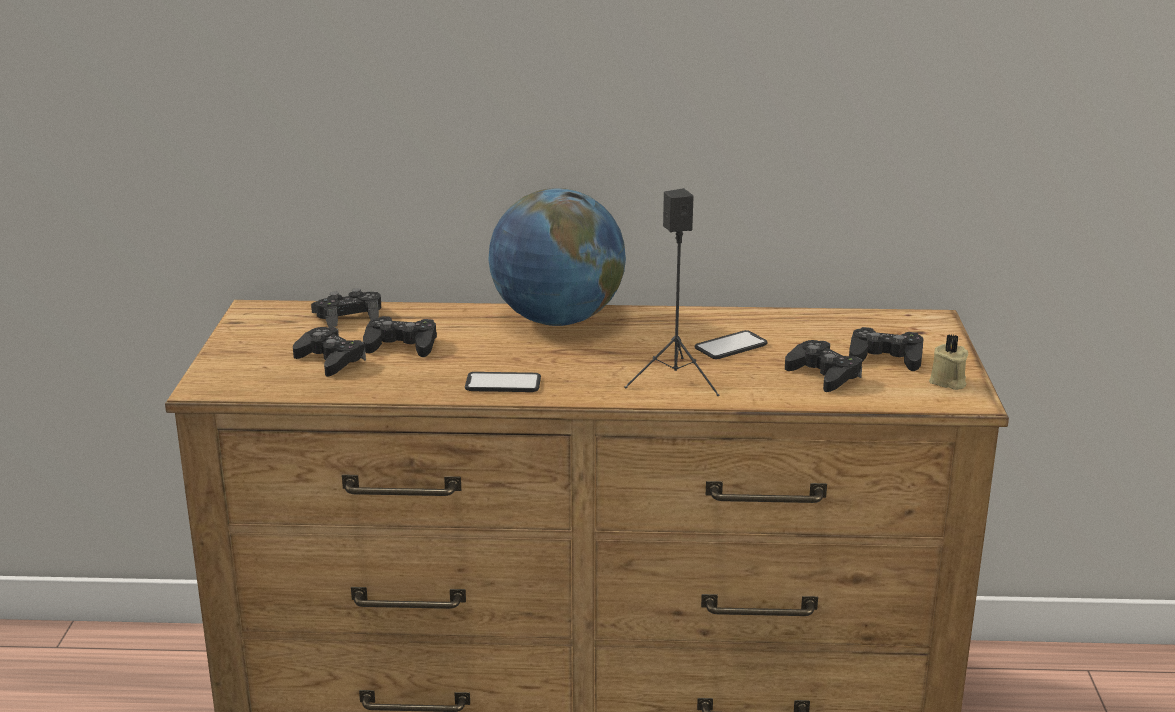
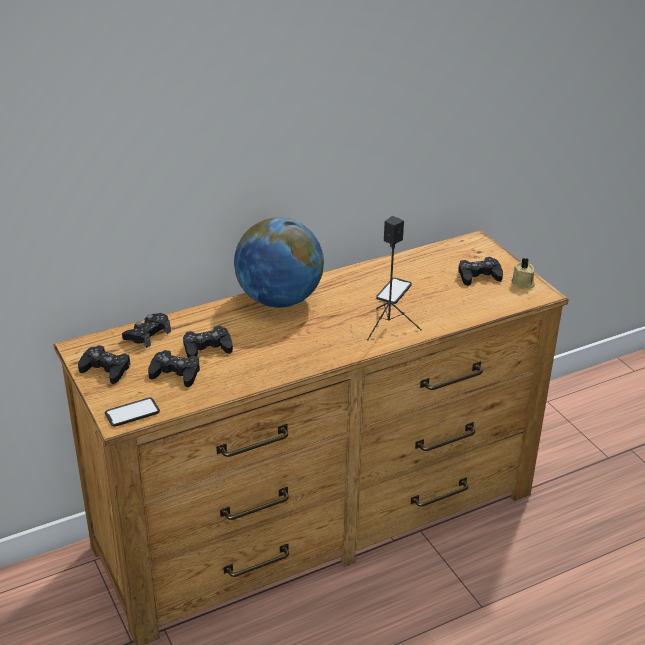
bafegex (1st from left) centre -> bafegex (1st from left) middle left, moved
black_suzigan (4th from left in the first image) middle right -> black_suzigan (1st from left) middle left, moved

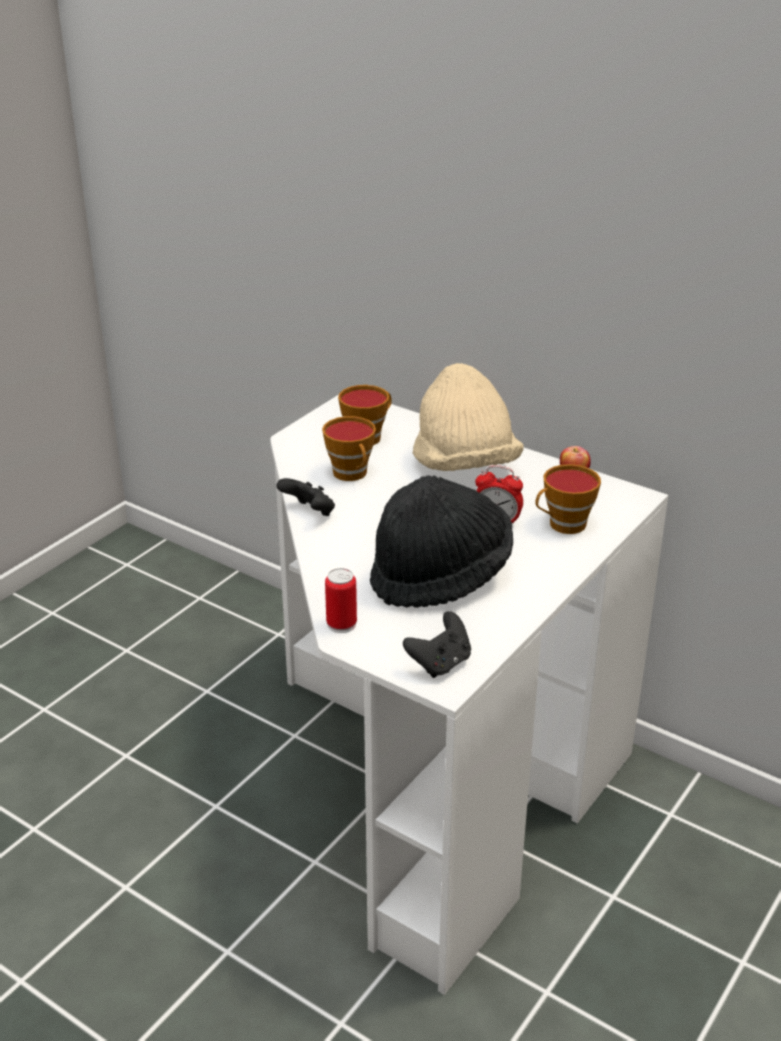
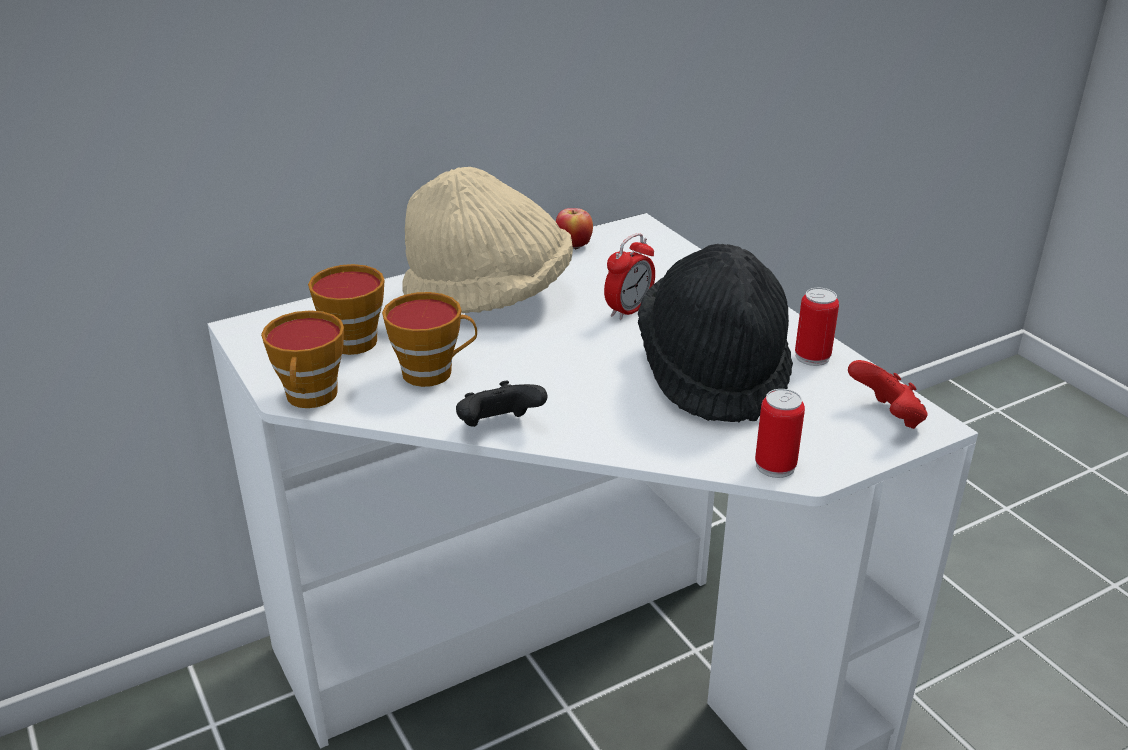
black_suzigan (2nd from left) centre -> red_suzigan middle right
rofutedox (3rd from left in the first image) middle right -> rofutedox (1st from left) middle left, moved
none -> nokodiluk (2nd from left) middle right

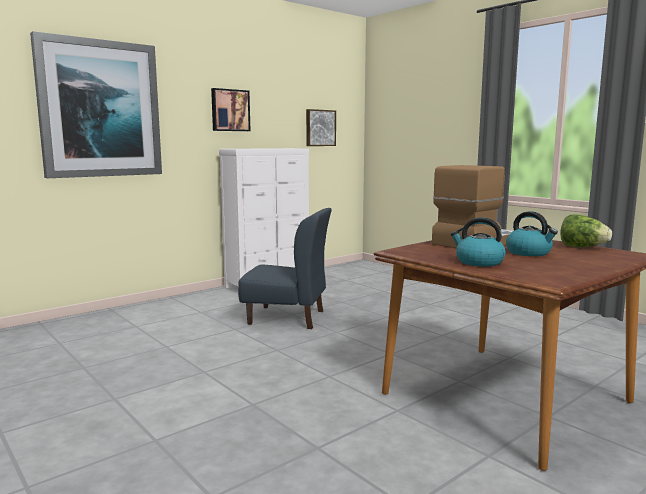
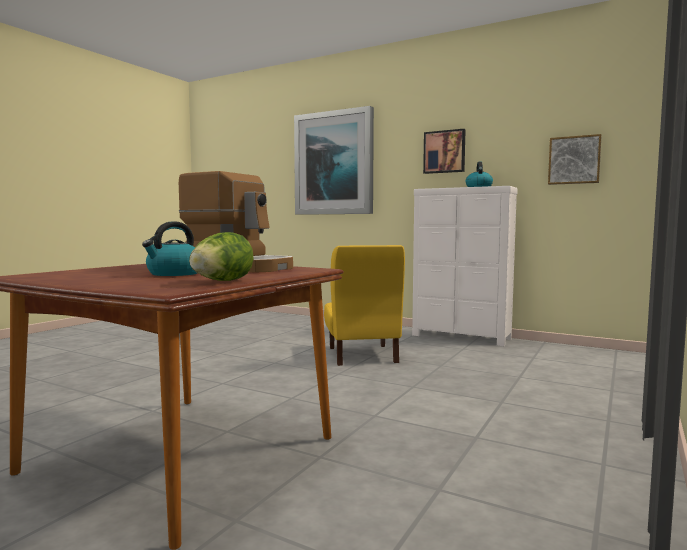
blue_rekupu centre -> yellow_rekupu centre
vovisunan (1st from left in the first image) middle right -> vovisunan (2nd from left) top right, moved

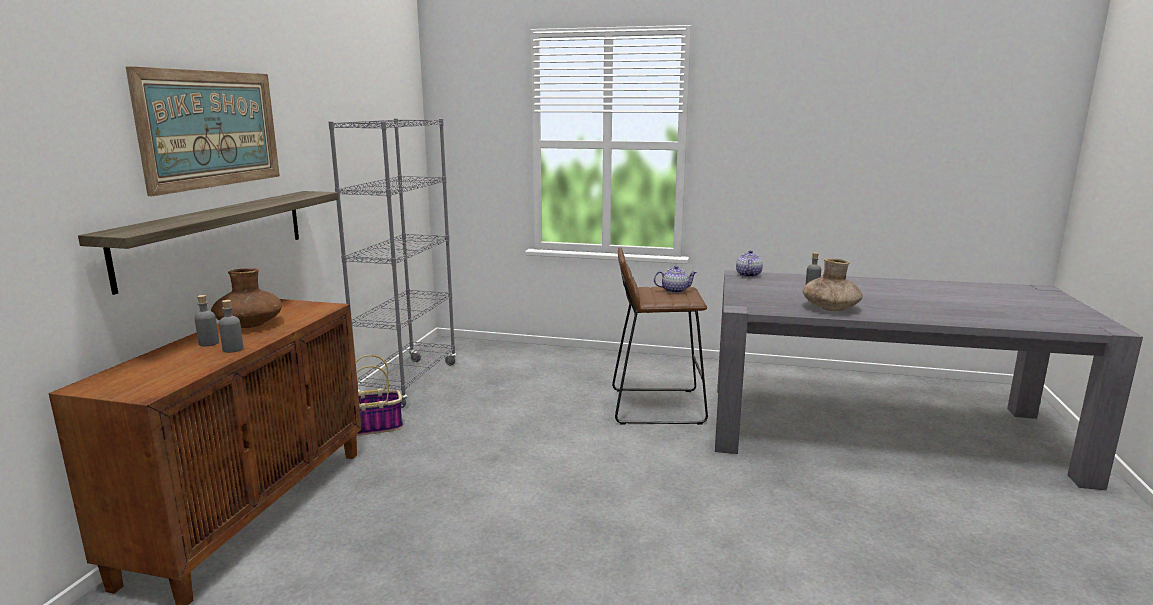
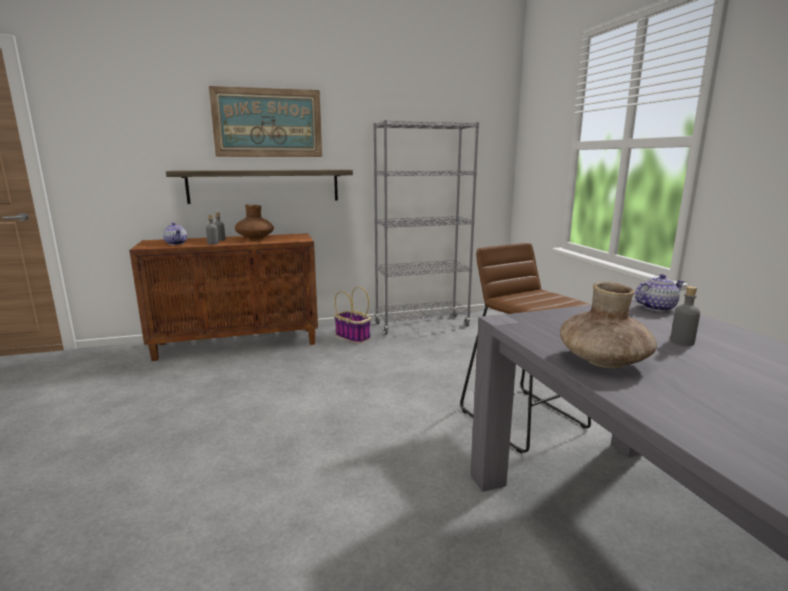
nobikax (1st from left) centre -> nobikax (1st from left) middle left, moved

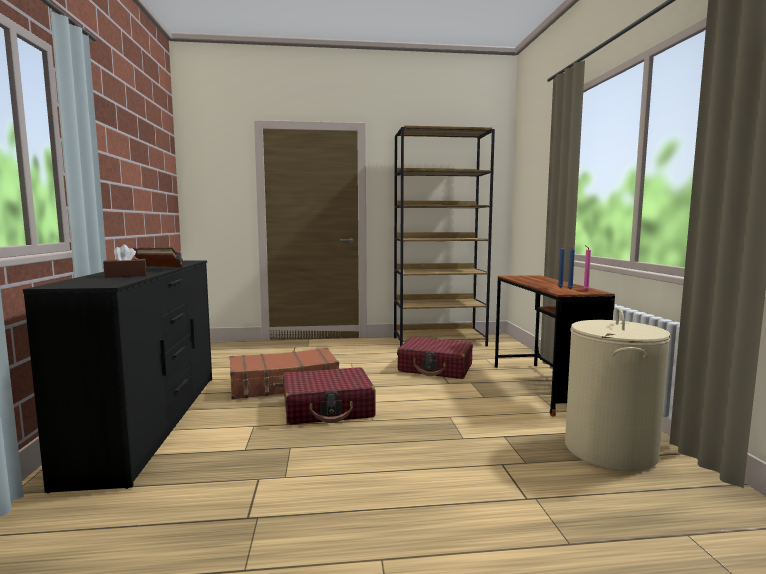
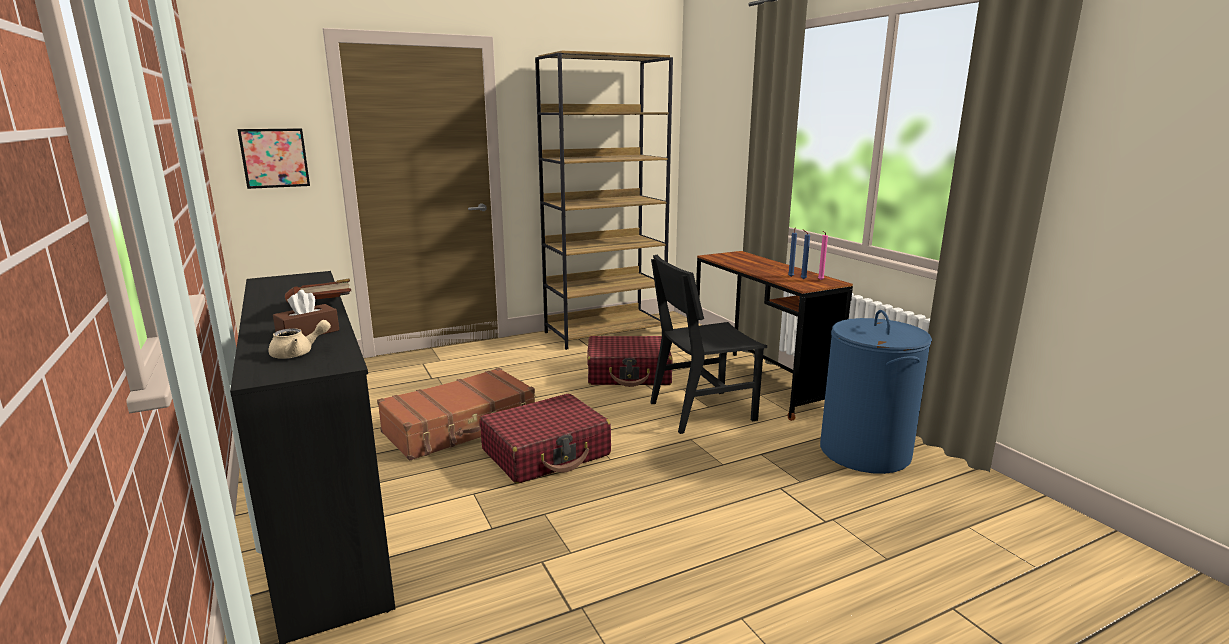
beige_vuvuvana bottom right -> blue_vuvuvana middle right
none -> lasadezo top left
none -> beige_nobikax middle left
none -> black_rekupu centre

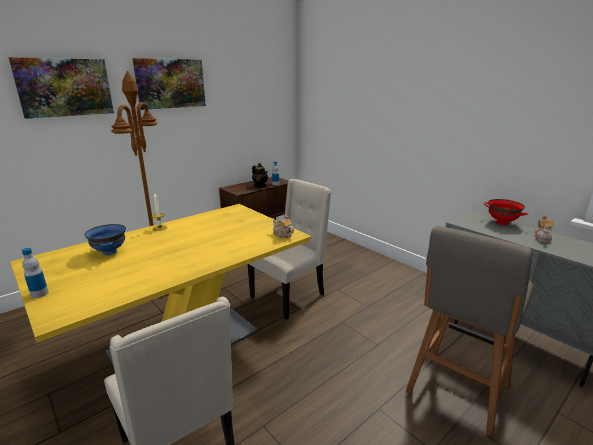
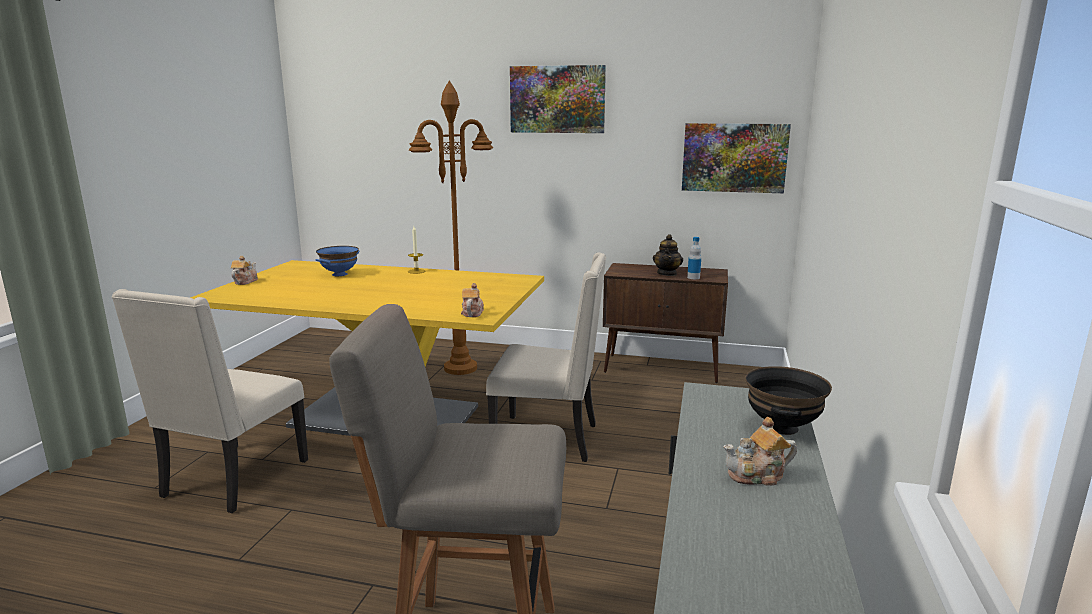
lasadezo (1st from left in the first image) top left -> lasadezo (2nd from left) top right, moved
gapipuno (1st from left) middle left -> nobikax (1st from left) middle left
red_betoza middle right -> black_betoza middle right

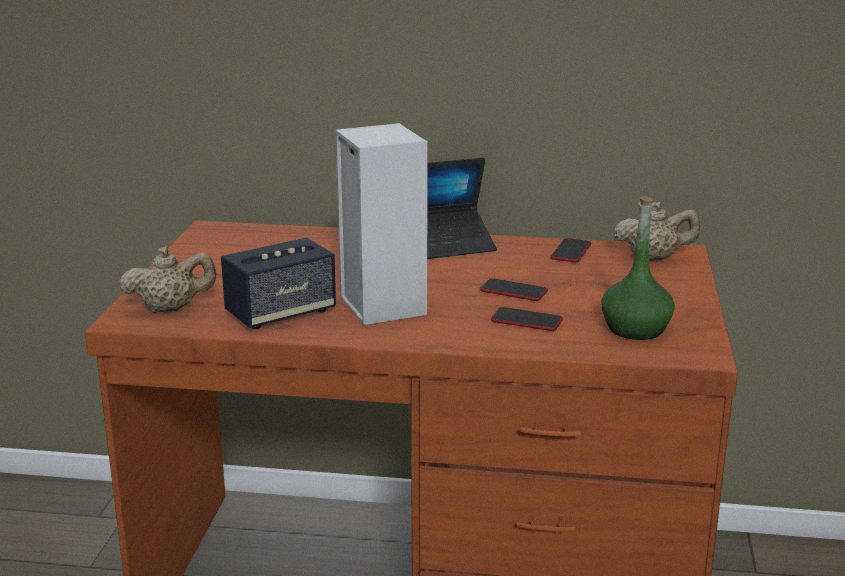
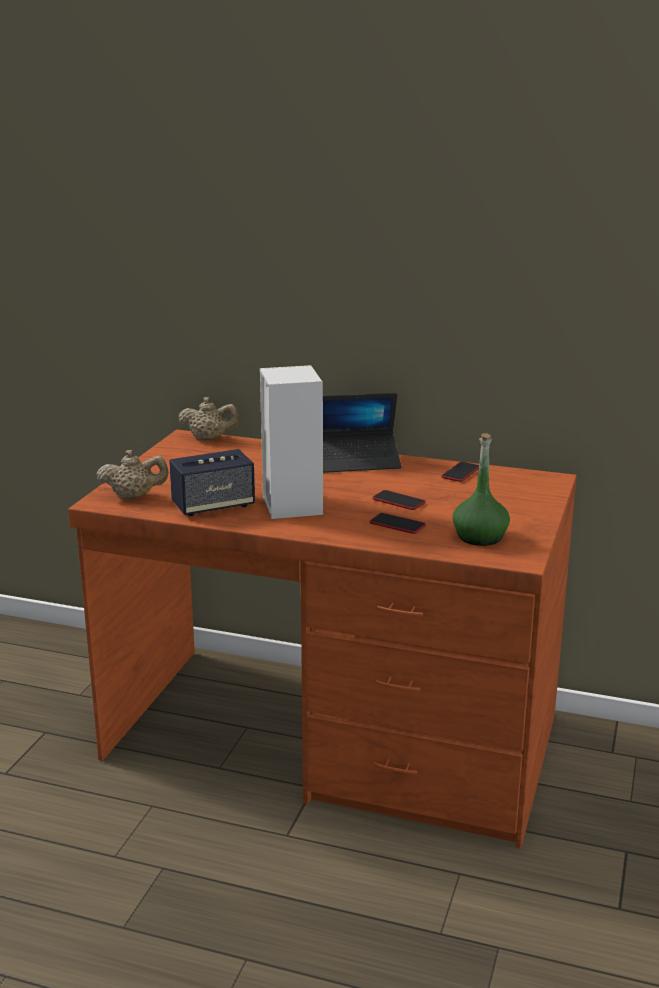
beige_nobikax (2nd from left) middle right -> beige_nobikax (2nd from left) middle left, moved

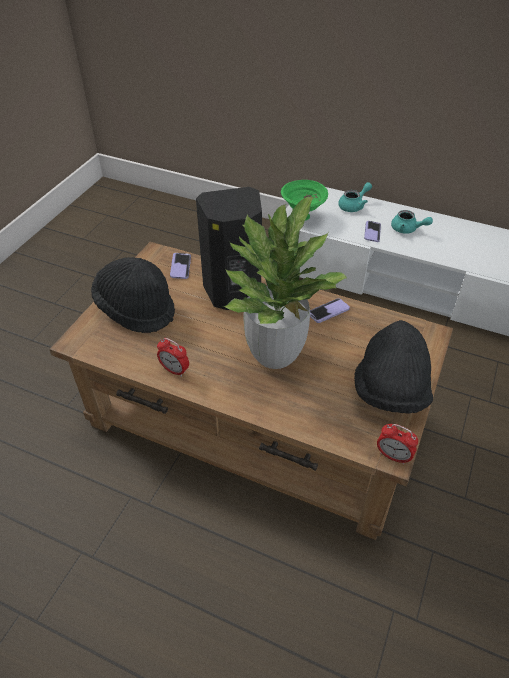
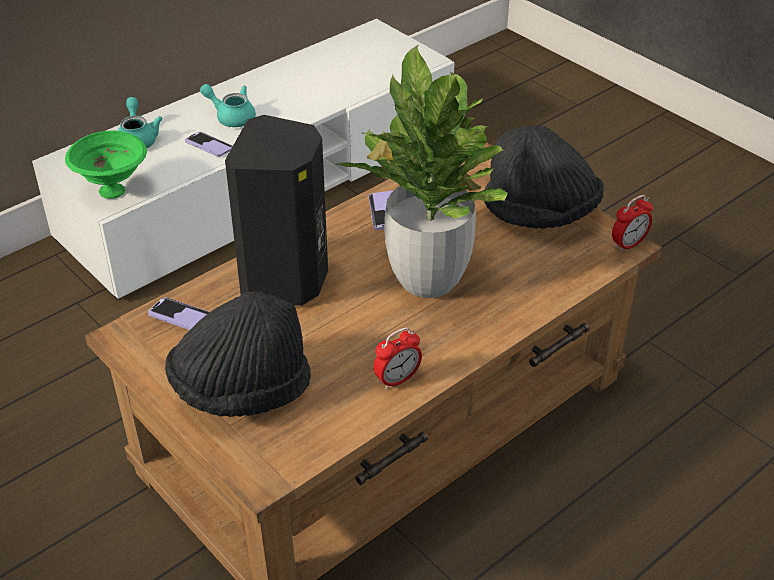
turquoise_nobikax (2nd from left) top right -> turquoise_nobikax (2nd from left) top left, 120 degrees counterclockwise

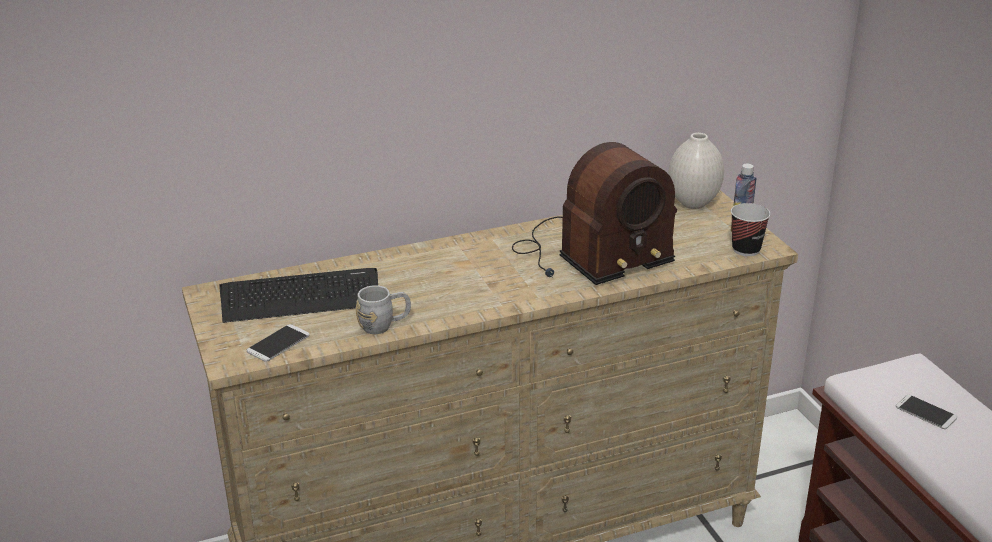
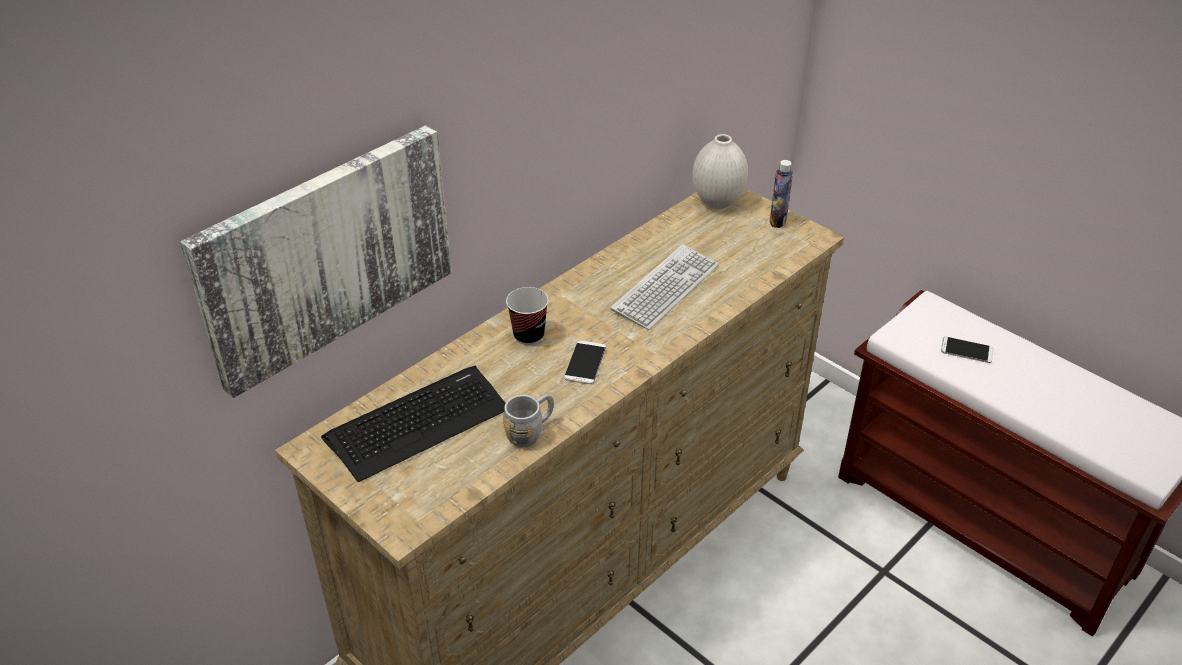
bafegex (1st from left) middle left -> bafegex (1st from left) centre, moved
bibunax centre -> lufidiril (2nd from left) centre
rofutedox middle right -> rofutedox centre, moved
none -> lasadezo middle left

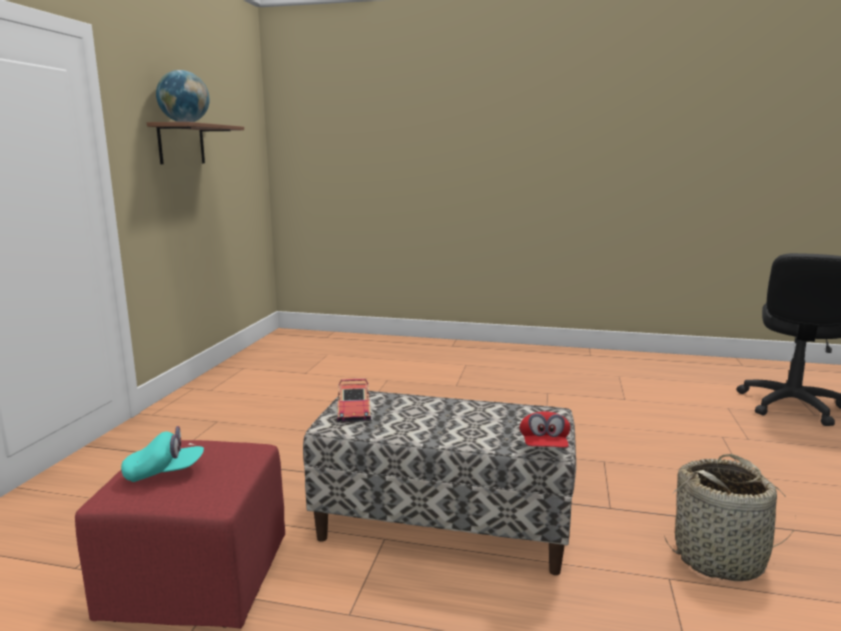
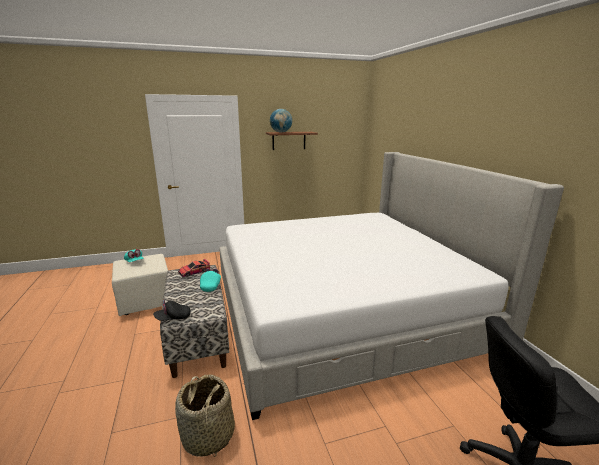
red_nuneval bottom left -> beige_nuneval middle left
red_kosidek bottom centre -> black_kosidek bottom left
none -> turquoise_kosidek (2nd from left) centre
none -> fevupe centre

